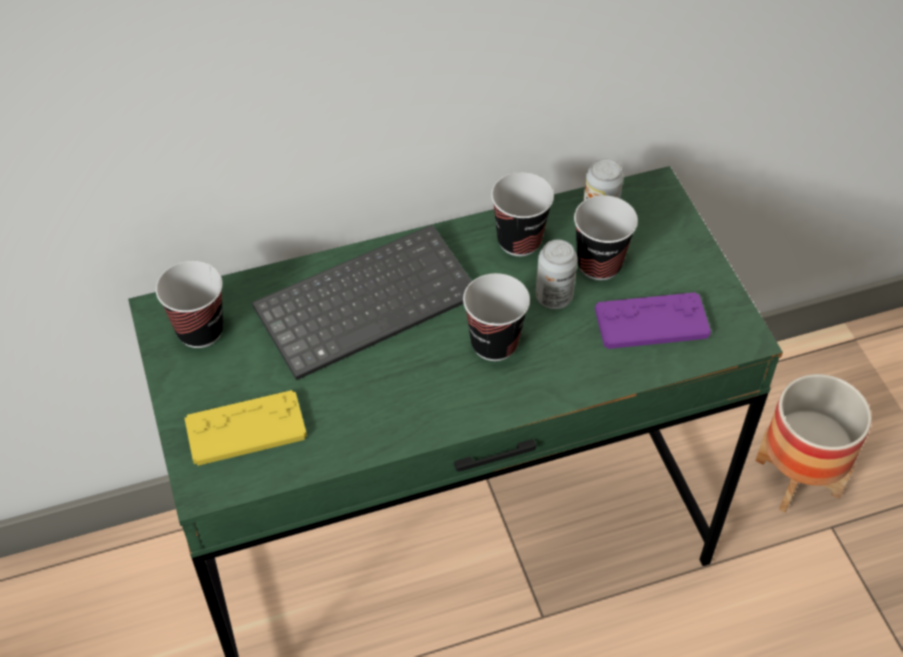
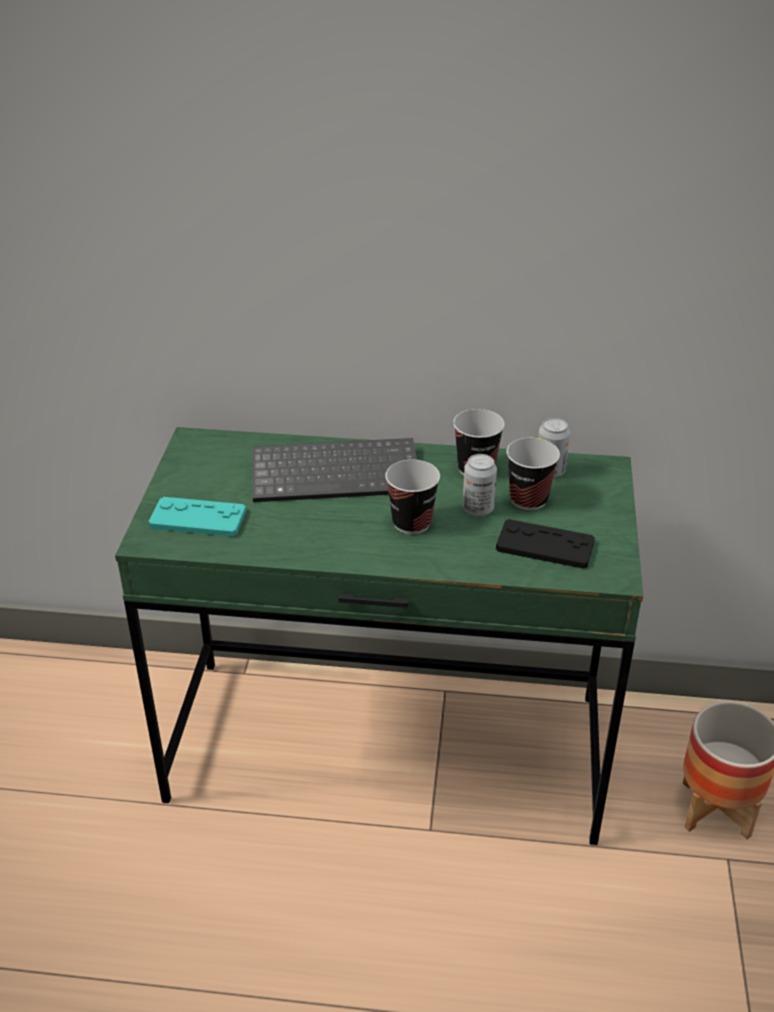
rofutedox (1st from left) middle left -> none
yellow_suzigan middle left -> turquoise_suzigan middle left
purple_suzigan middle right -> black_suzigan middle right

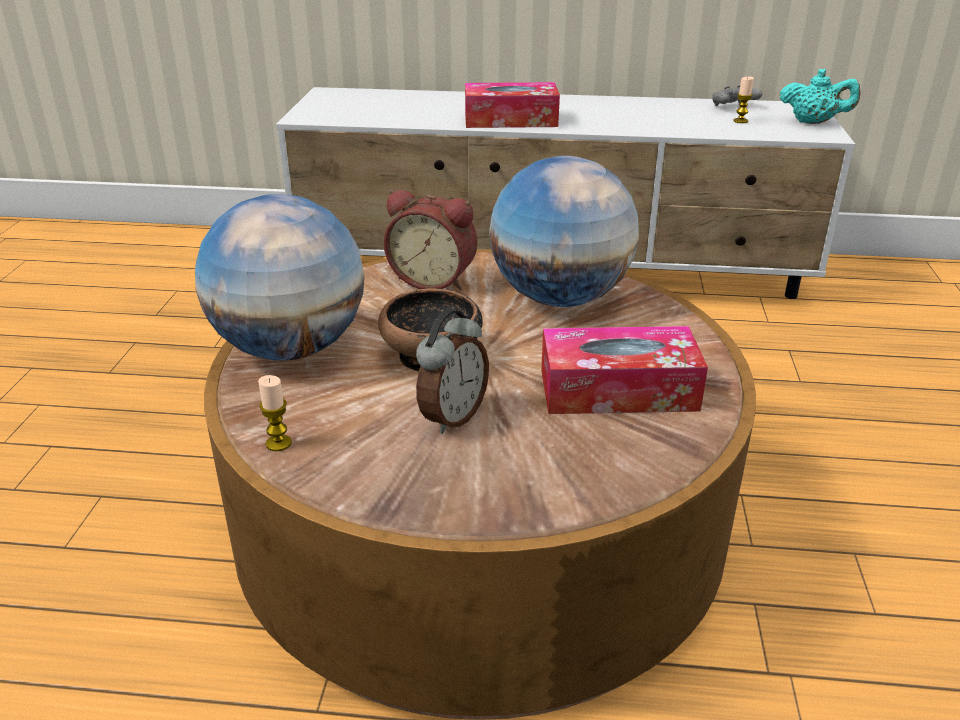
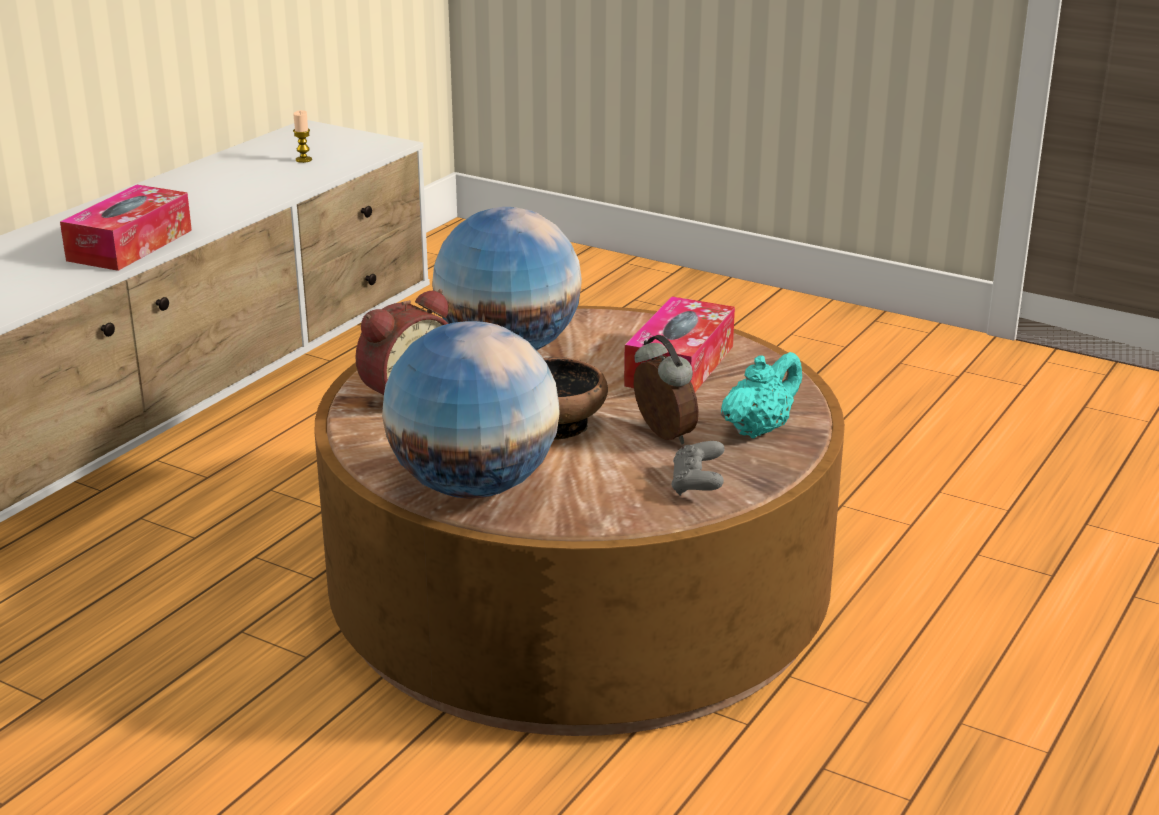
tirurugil (1st from left) middle left -> none
grey_suzigan top right -> grey_suzigan centre, moved
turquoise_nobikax top right -> turquoise_nobikax centre, moved

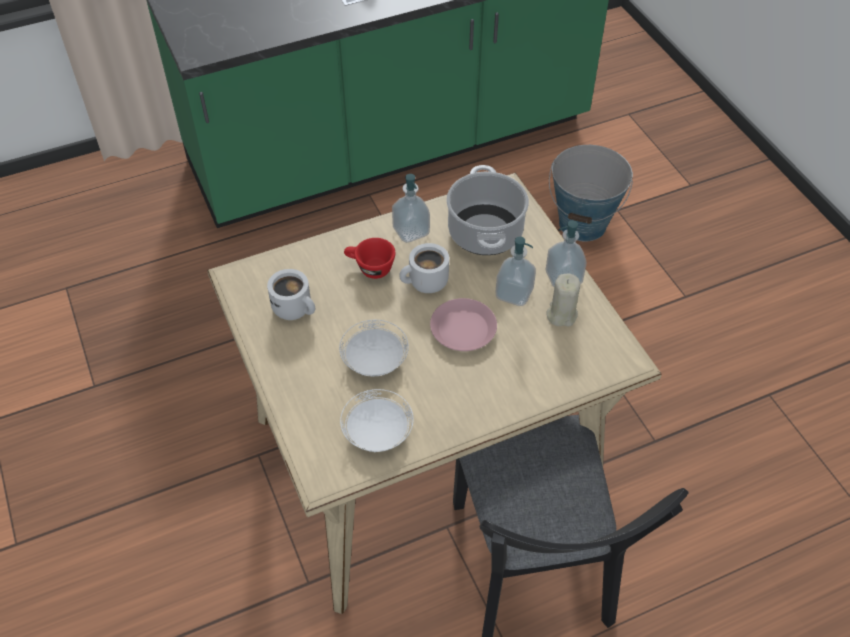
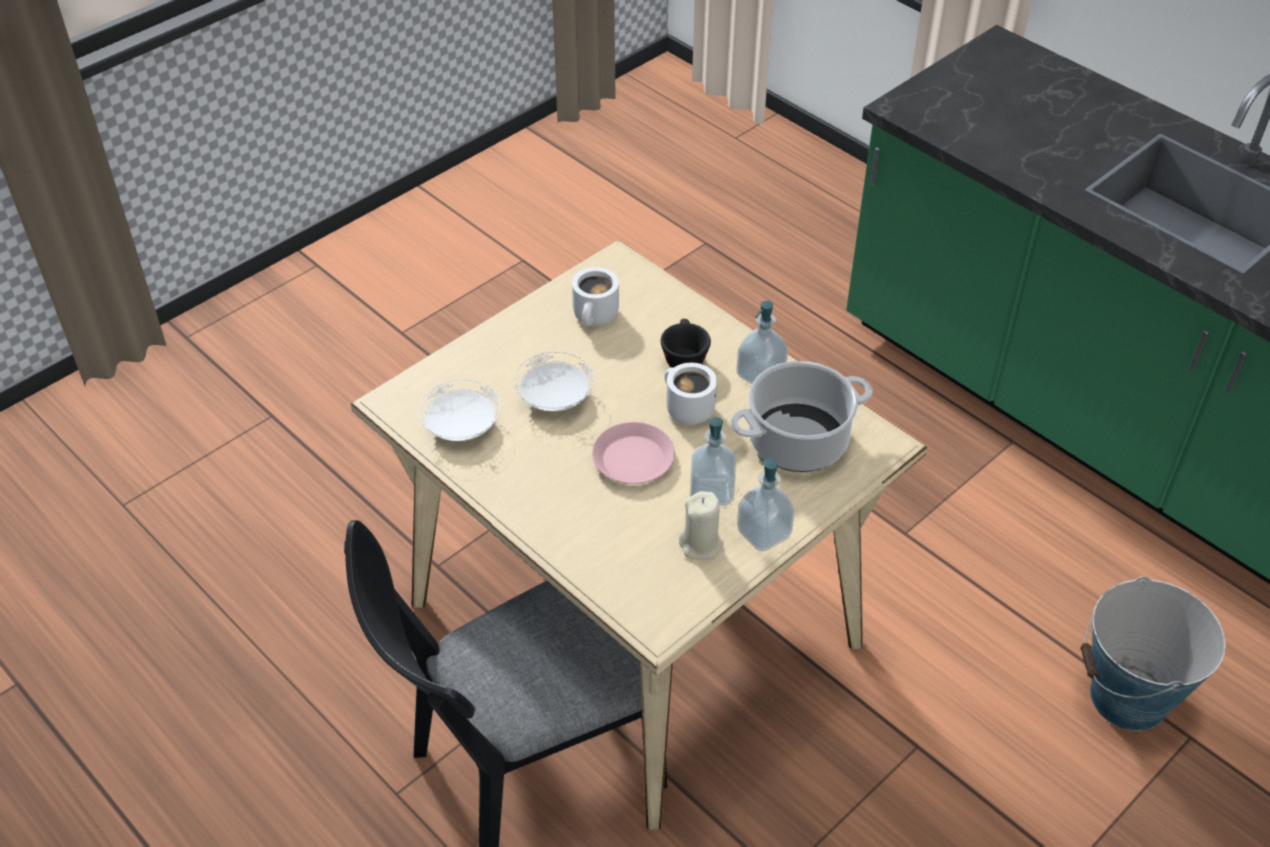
red_rofutedox centre -> black_rofutedox centre

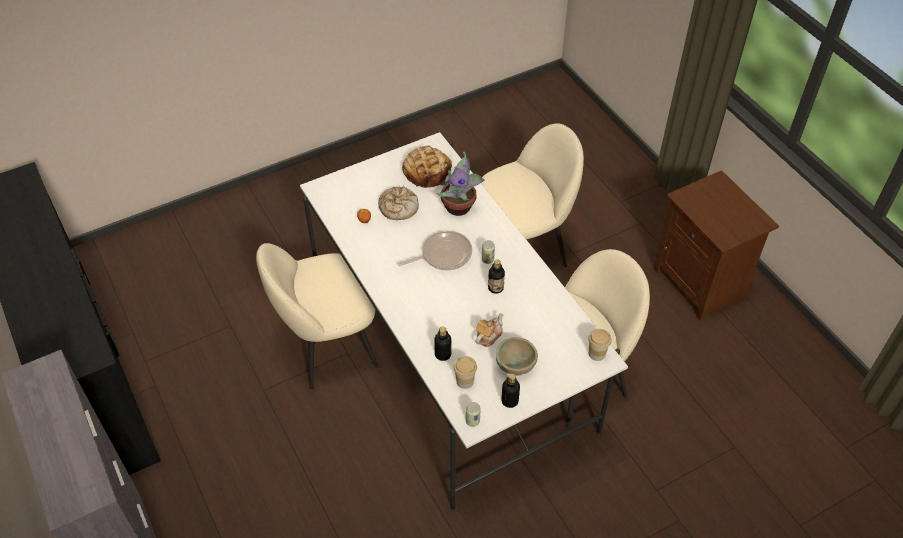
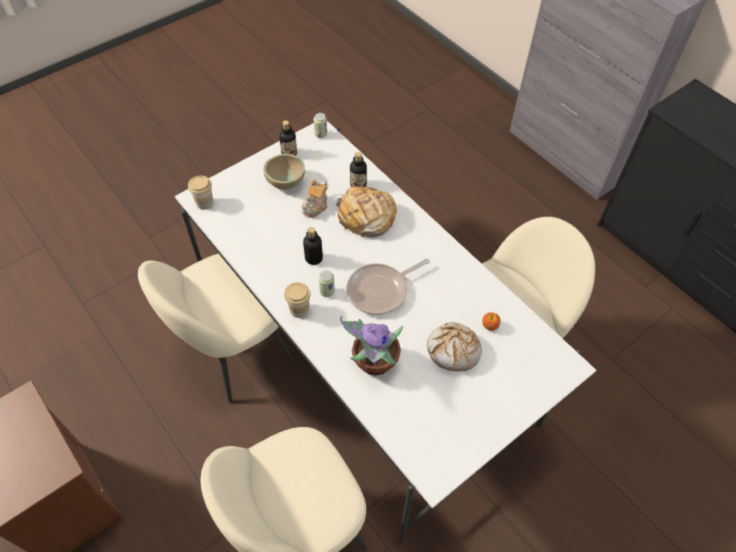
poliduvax (2nd from left in the first image) top centre -> poliduvax (1st from left) centre, moved
rofutedox (1st from left in the first image) bottom centre -> rofutedox (2nd from left) centre, moved

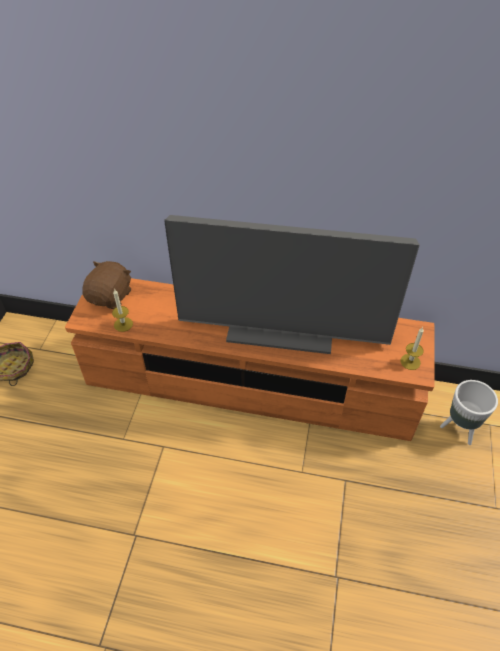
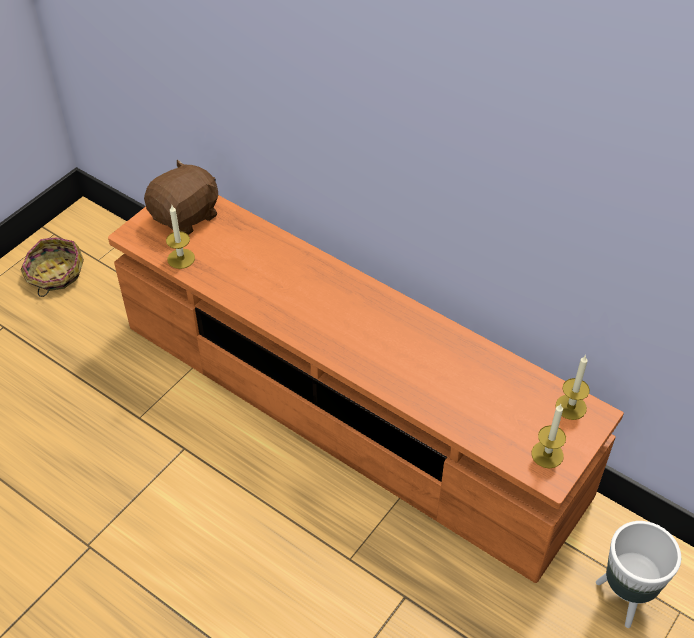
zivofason centre -> none
none -> tirurugil (3rd from left) middle right

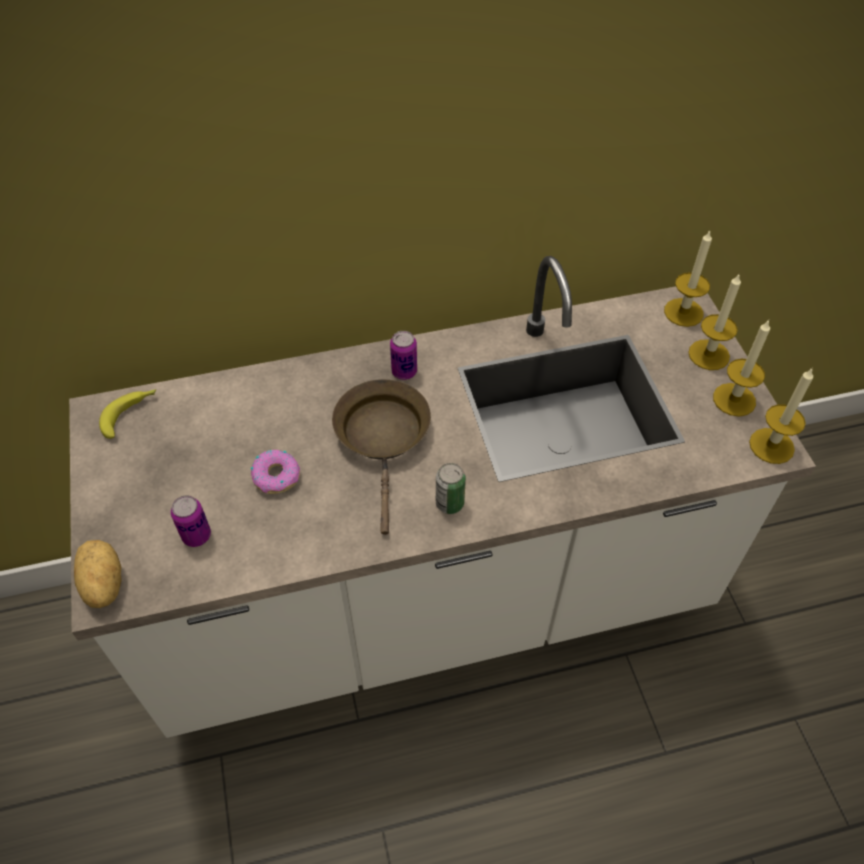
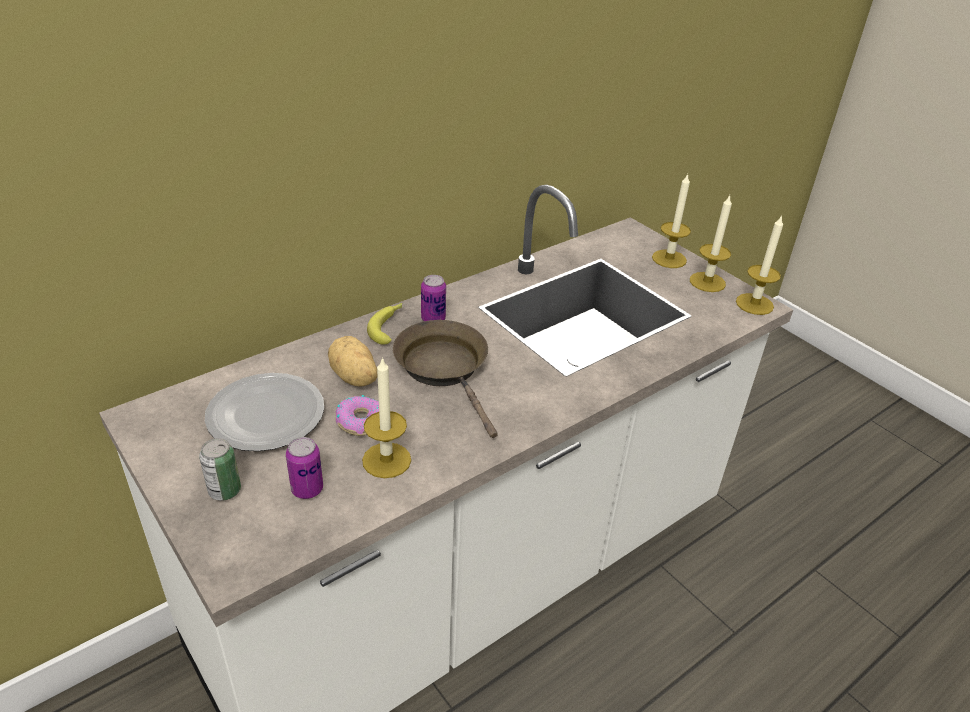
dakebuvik middle left -> dakebuvik centre, moved
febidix middle left -> febidix centre, moved
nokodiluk (3rd from left in the first image) centre -> nokodiluk (1st from left) middle left, moved
tirurugil (1st from left) top right -> tirurugil (1st from left) centre, moved
none -> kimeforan middle left

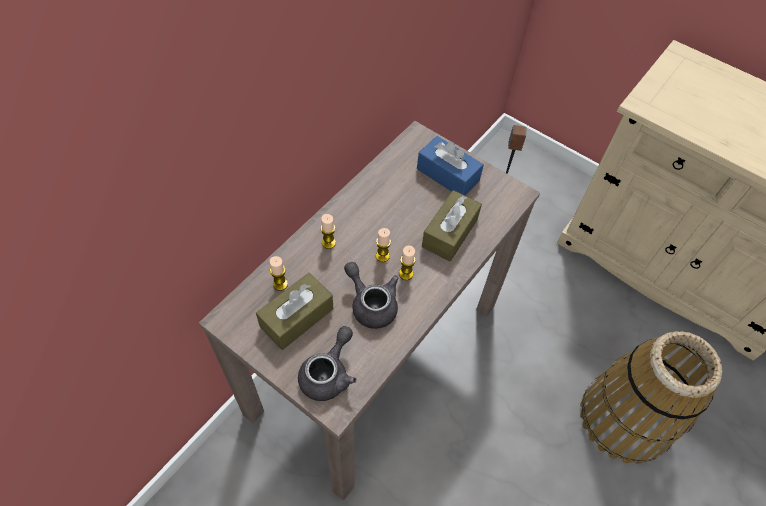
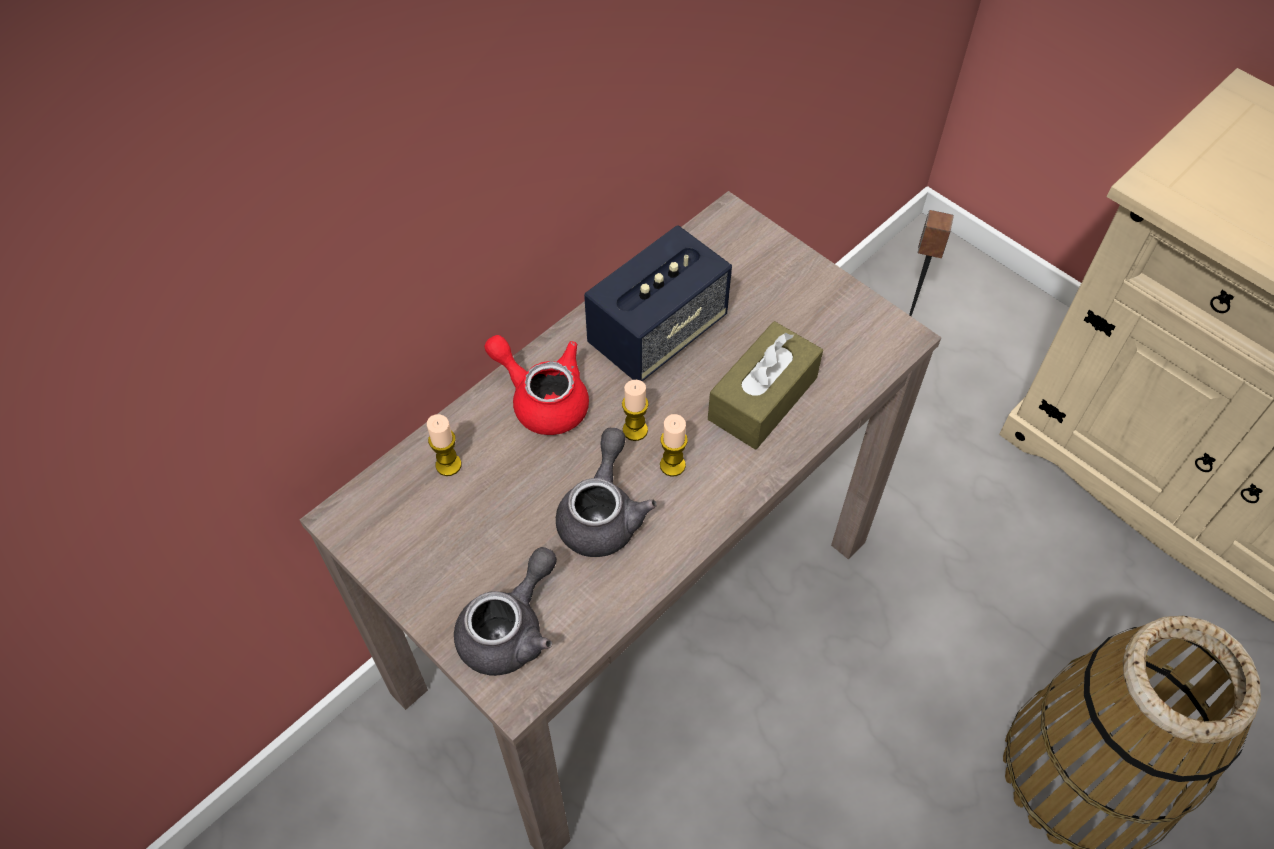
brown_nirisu (1st from left) centre -> none
tirurugil (2nd from left) centre -> red_nobikax centre
grey_nobikax (2nd from left) centre, 45 degrees clockwise
blue_nirisu top centre -> none
none -> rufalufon (1st from left) centre

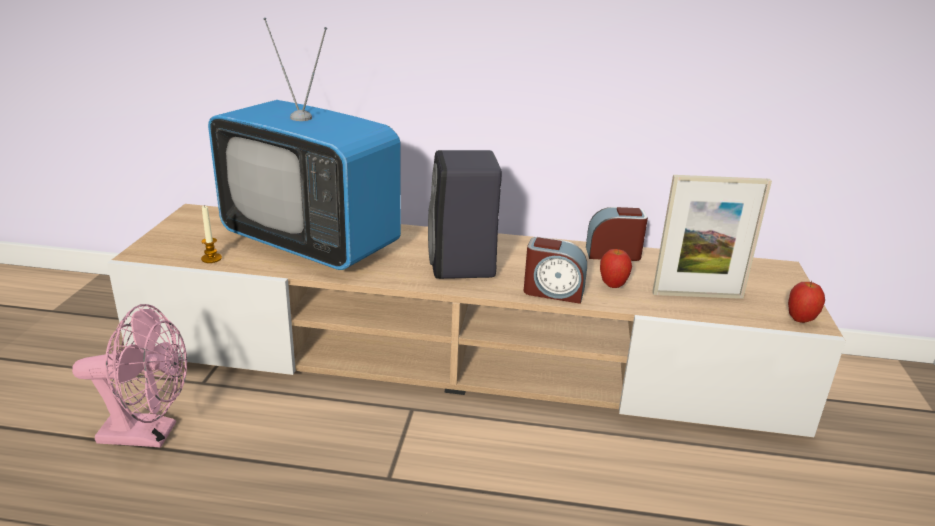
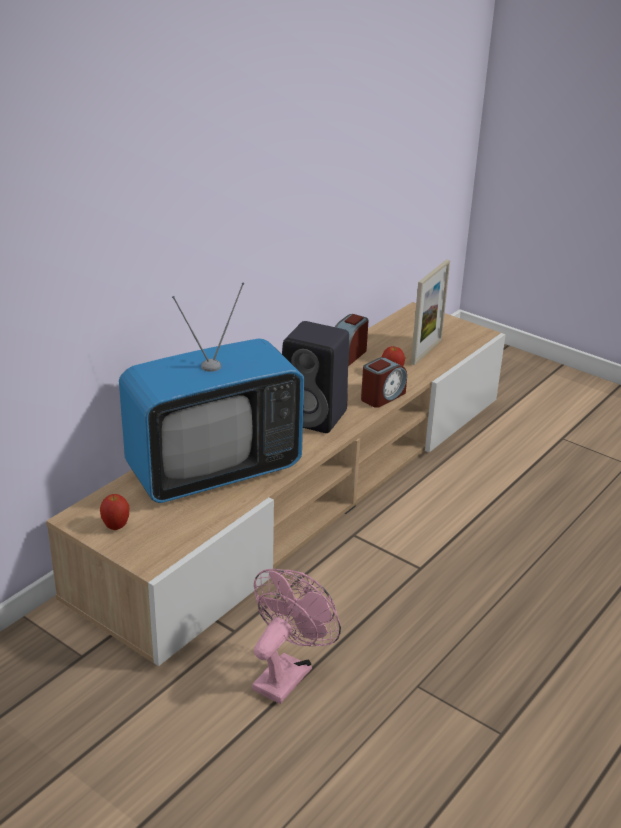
tirurugil middle left -> none
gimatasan (2nd from left in the first image) middle right -> gimatasan (1st from left) middle left, moved

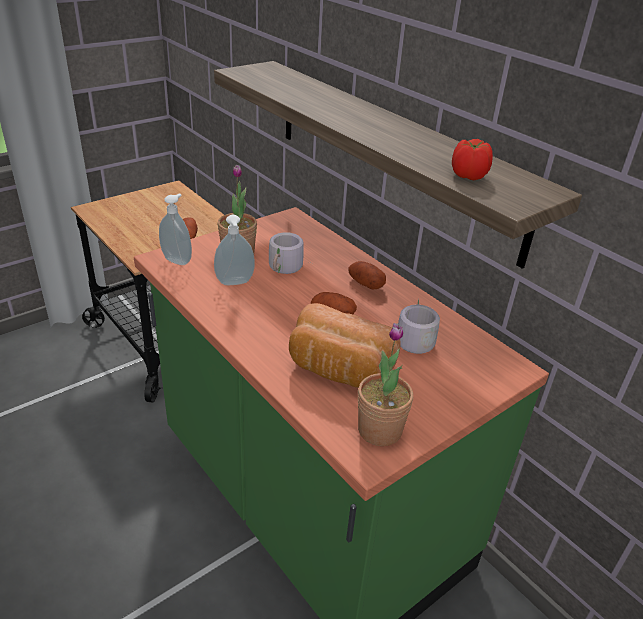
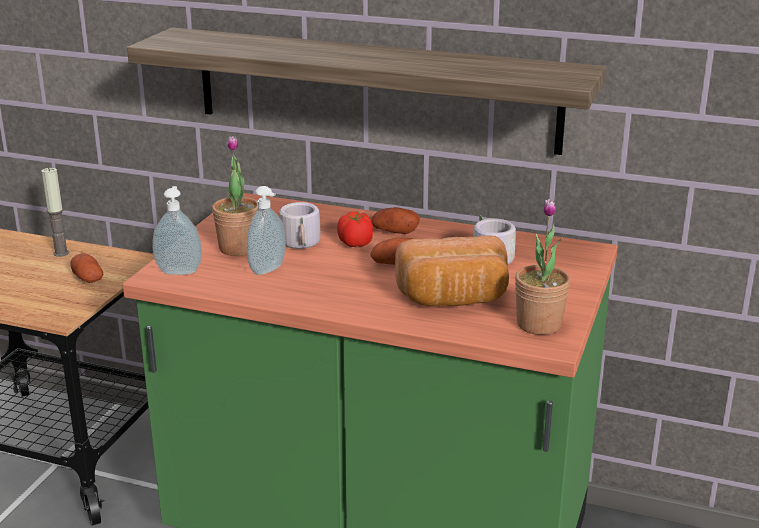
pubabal top right -> pubabal centre, moved
none -> tirurugil middle left

